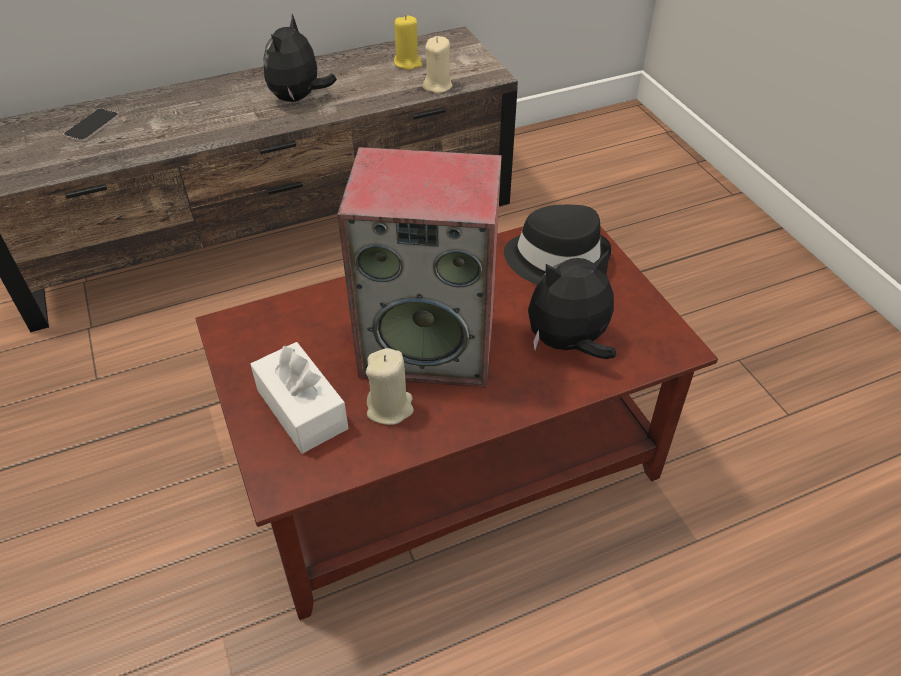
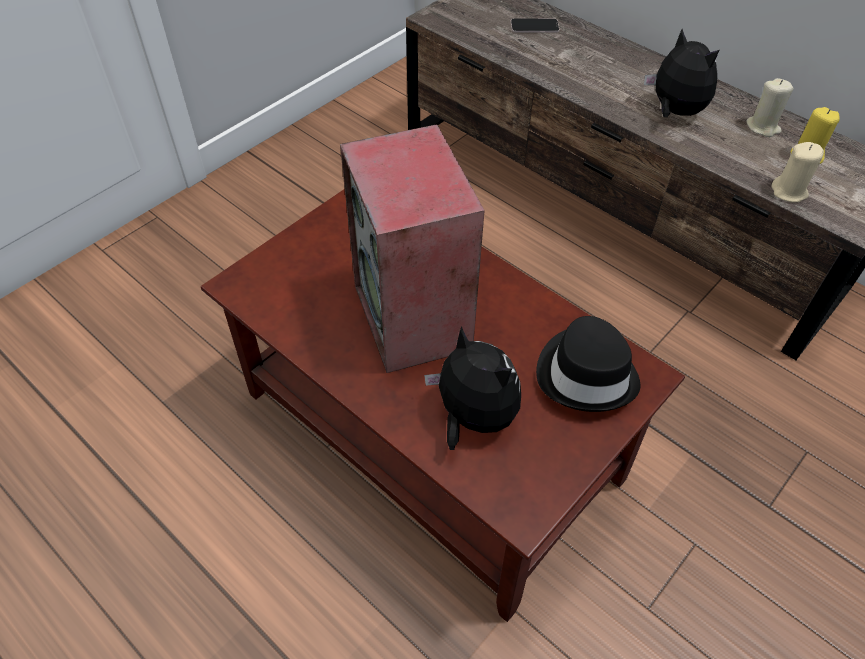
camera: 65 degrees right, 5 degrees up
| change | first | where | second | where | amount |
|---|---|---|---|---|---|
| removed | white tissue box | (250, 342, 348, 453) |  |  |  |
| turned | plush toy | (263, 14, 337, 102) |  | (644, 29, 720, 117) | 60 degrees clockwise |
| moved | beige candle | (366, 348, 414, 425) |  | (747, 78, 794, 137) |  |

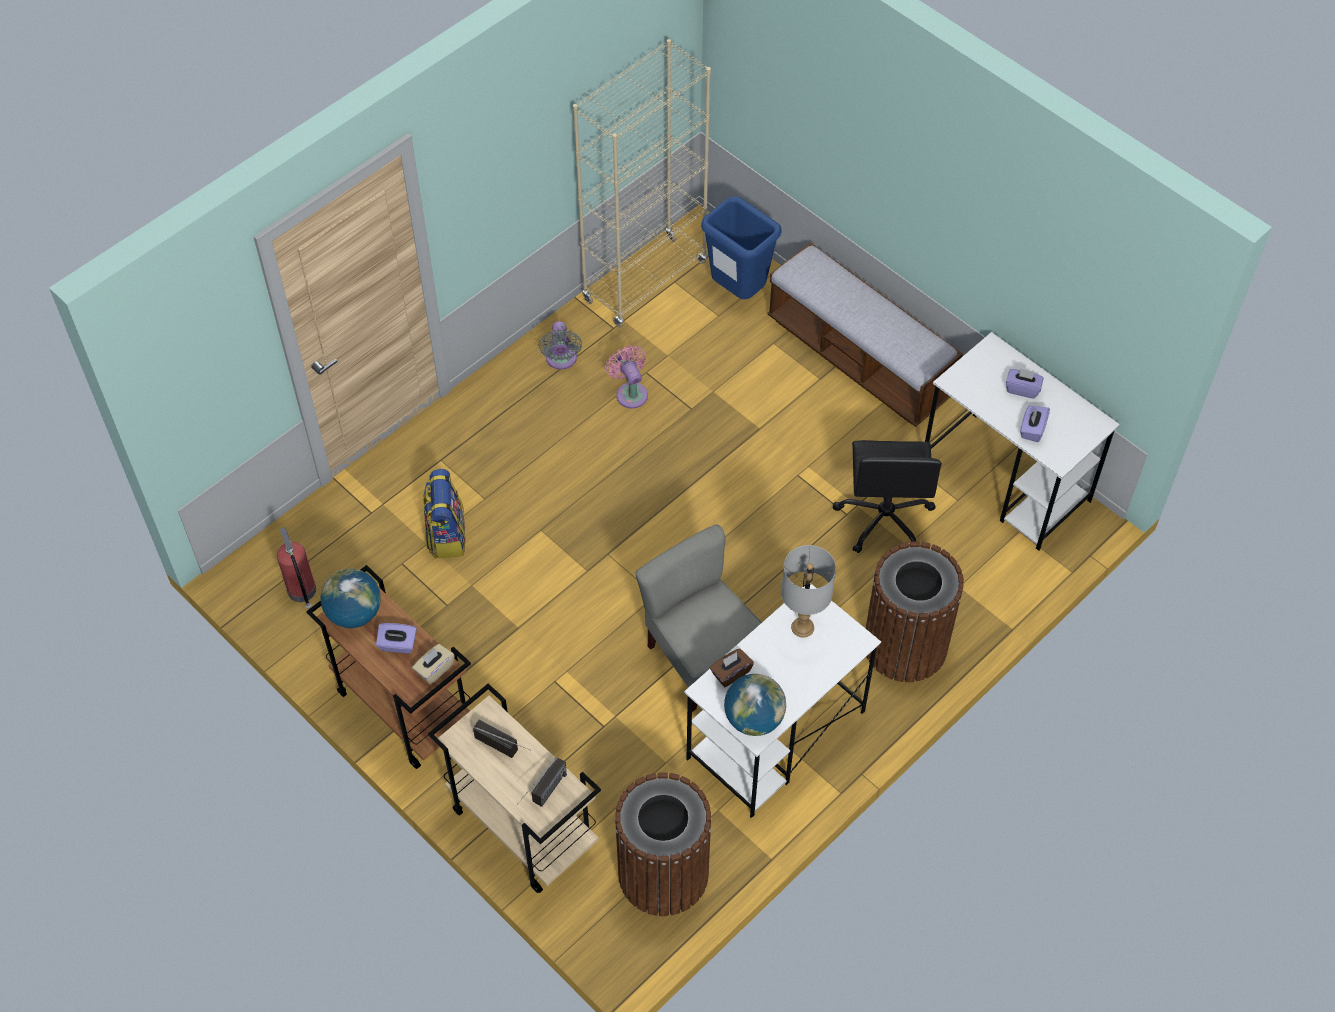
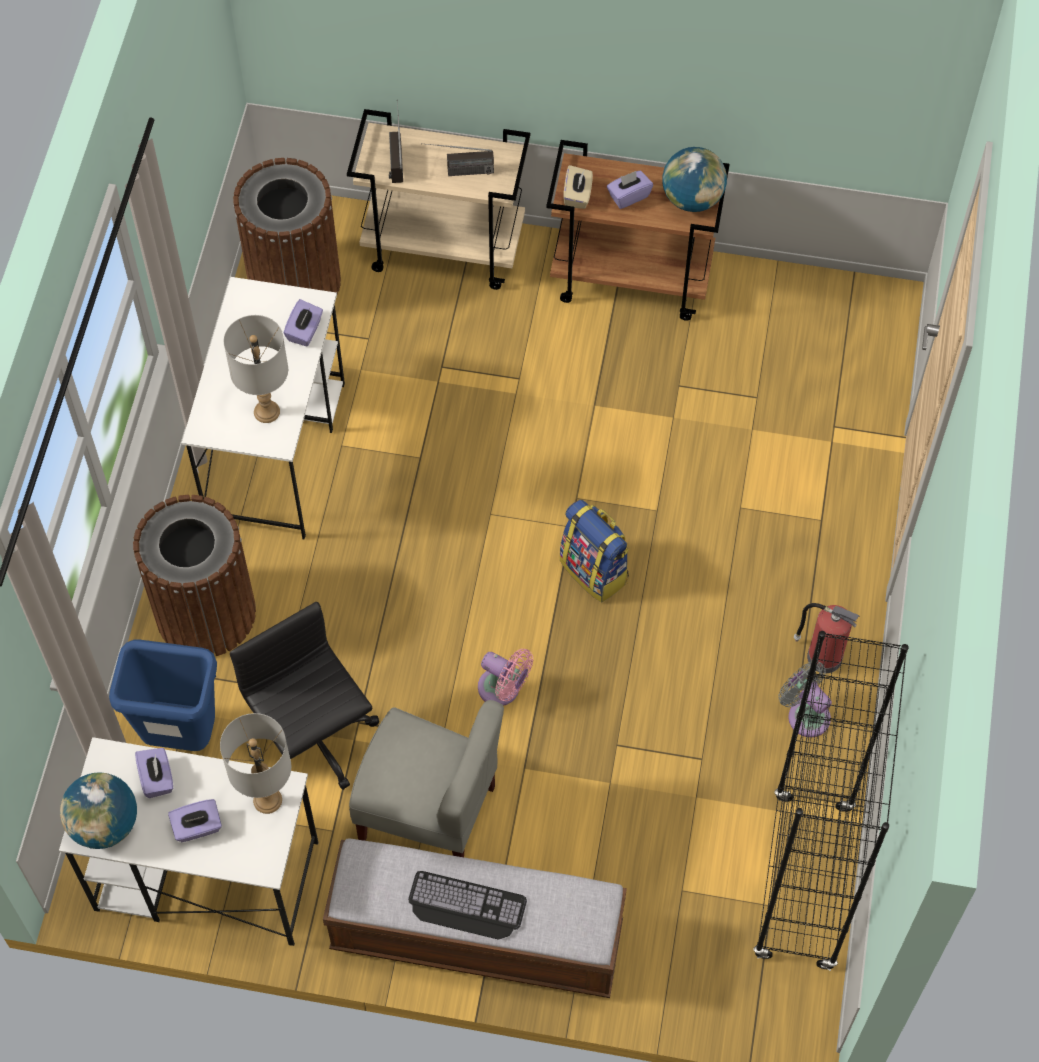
camera: 145 degrees right, 5 degrees up
| change | first | where | second | where | amount |
|---|---|---|---|---|---|
| moved | fire extinguisher | (277, 527, 316, 610) |  | (794, 603, 860, 673) |  |
| moved | backpack | (423, 469, 466, 558) |  | (560, 500, 630, 602) |  |
| recoloured | beige bookcase | (573, 39, 711, 328) | black bookcase | (753, 631, 909, 971) |  |
| moved | pink fan | (606, 346, 648, 408) |  | (478, 649, 533, 706) |  |
| moved | grey chair | (635, 524, 762, 712) |  | (349, 700, 504, 857) |  |
| moved | blue trash can | (701, 196, 782, 299) |  | (109, 640, 217, 751) |  |
| recoloured | brown tissue box | (710, 648, 754, 687) | purple tissue box | (283, 299, 323, 346) |  |
| moved | globe | (724, 674, 786, 736) |  | (60, 772, 137, 849) |  |
| added |  |  | grey table lamp | (220, 713, 291, 814) |  |
| added |  |  | keyboard | (408, 871, 527, 940) |  |

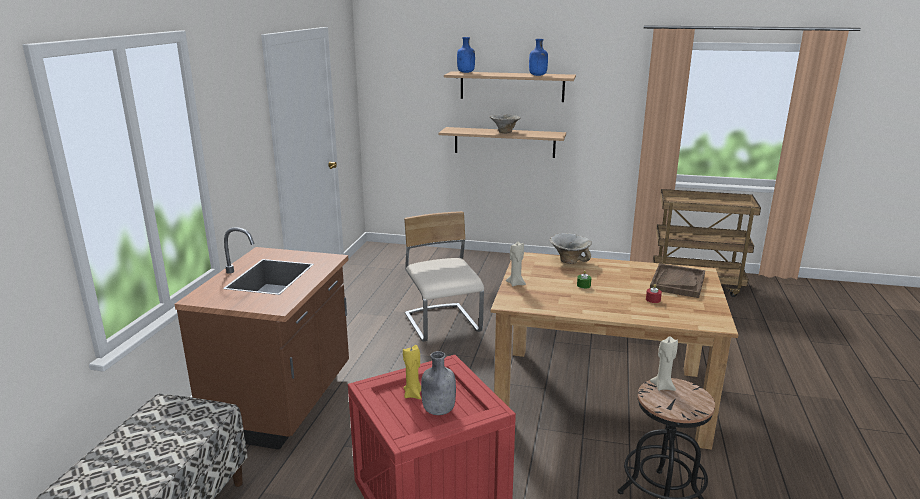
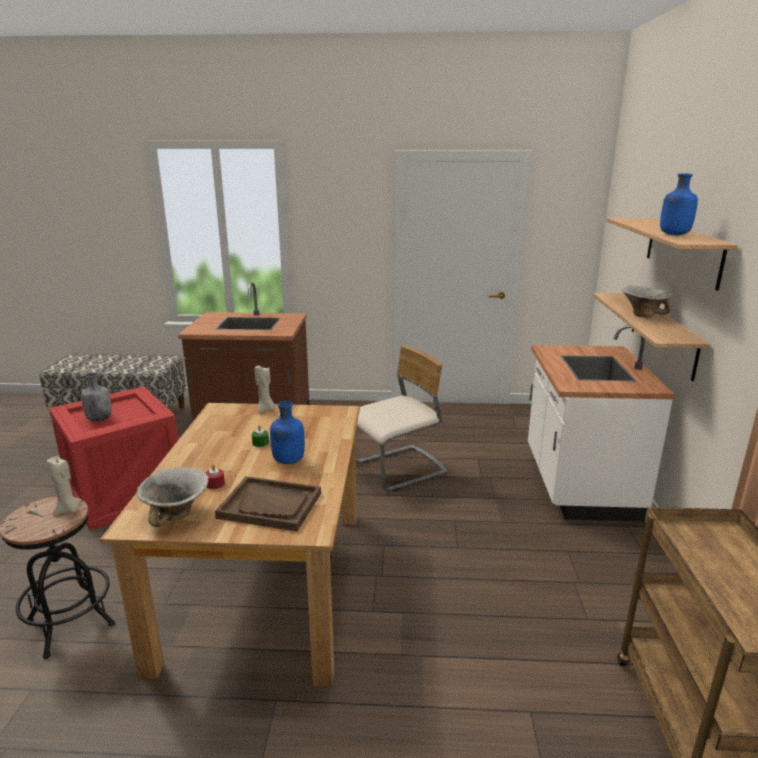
camera: 80 degrees right, 0 degrees up
| change | first | where | second | where | amount |
|---|---|---|---|---|---|
| removed | yellow candle | (403, 345, 421, 399) |  |  |  |
| moved | blue bottle | (457, 37, 475, 73) |  | (270, 401, 305, 464) |  |
| moved | bowl | (549, 233, 592, 264) |  | (136, 467, 209, 527) |  |
| added |  |  | white counter | (528, 325, 675, 522) |  |

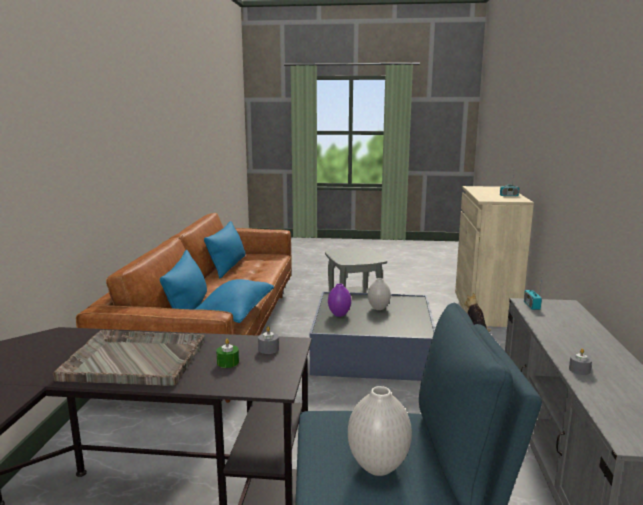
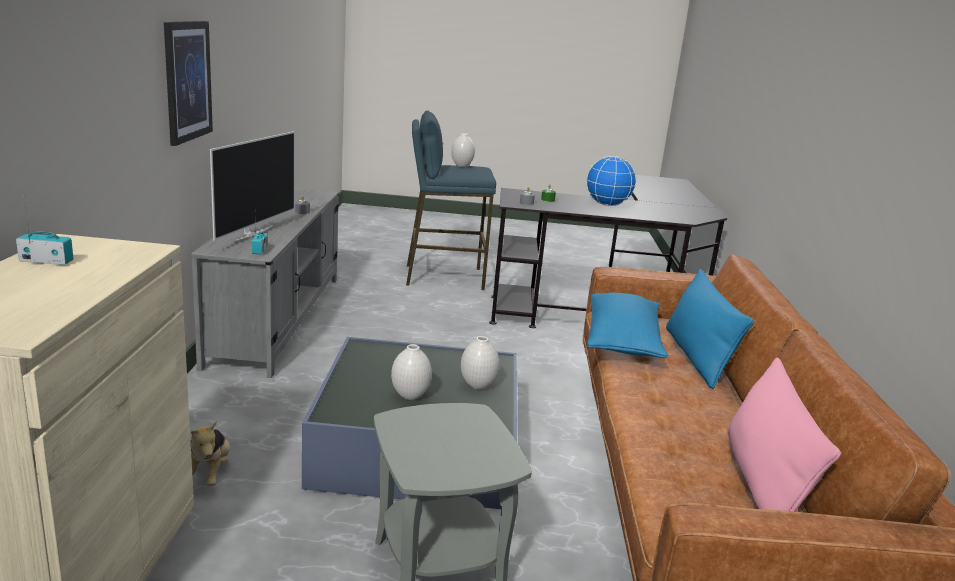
camera: 175 degrees right, 5 degrees up
| change | first | where | second | where | amount |
|---|---|---|---|---|---|
| replaced | grey tray | (53, 330, 205, 386) | globe | (586, 156, 636, 206) |  |
| recoloured | blue pillow | (204, 221, 245, 278) | pink pillow | (727, 357, 841, 512) |  |
| recoloured | purple vase | (328, 283, 351, 317) | white vase | (461, 336, 499, 390) |  |
| added |  |  | picture | (164, 21, 213, 146) |  |
| added |  |  | television | (210, 131, 295, 243) |  |

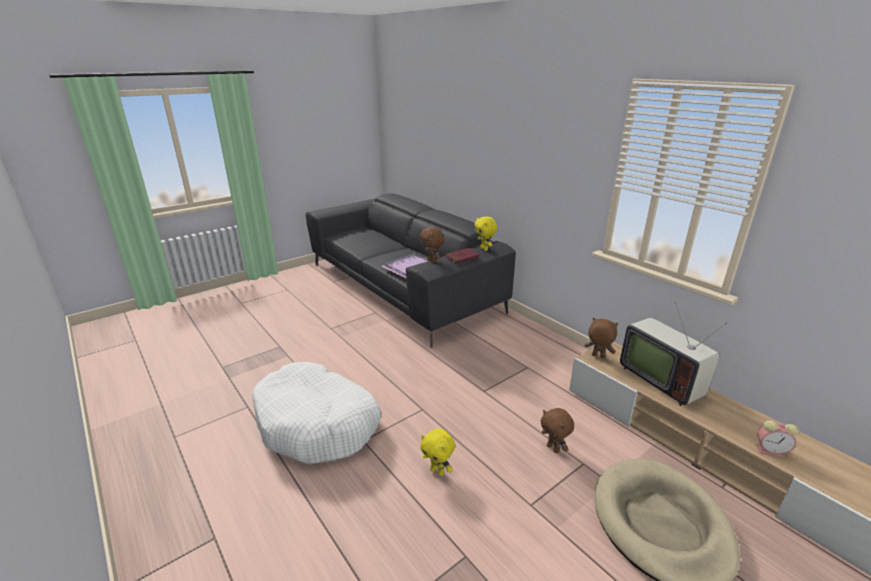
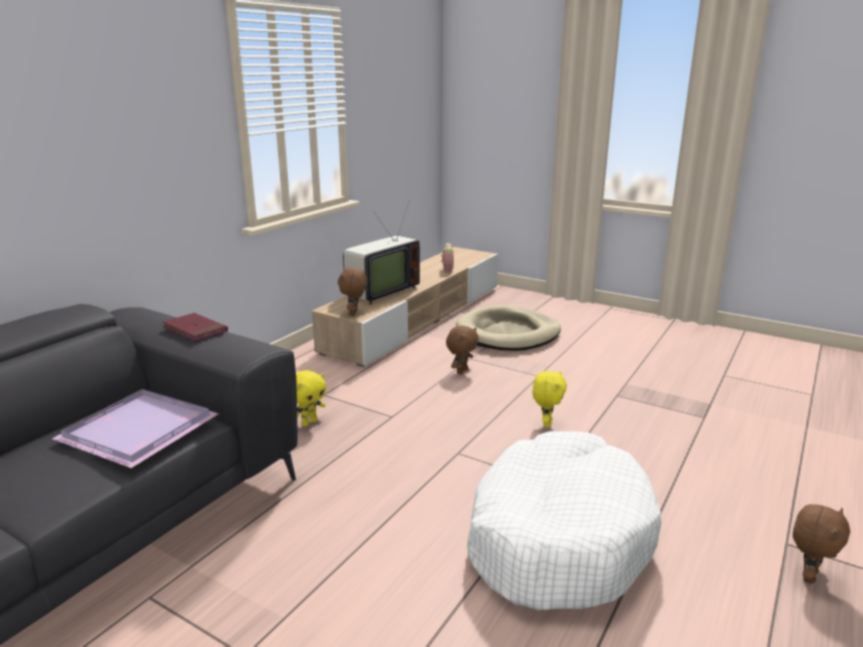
camera: 110 degrees left, 5 degrees down
| change | first | where | second | where | amount |
|---|---|---|---|---|---|
| moved | brown plush toy | (420, 227, 444, 263) |  | (793, 504, 850, 584) |  |
| moved | yellow plush toy | (474, 216, 497, 251) |  | (296, 370, 326, 426) |  |

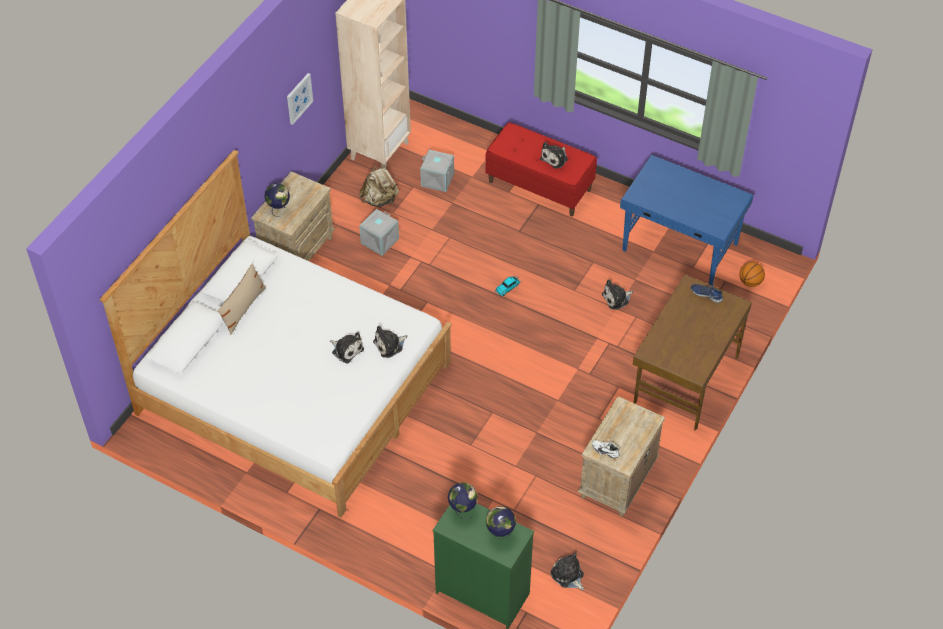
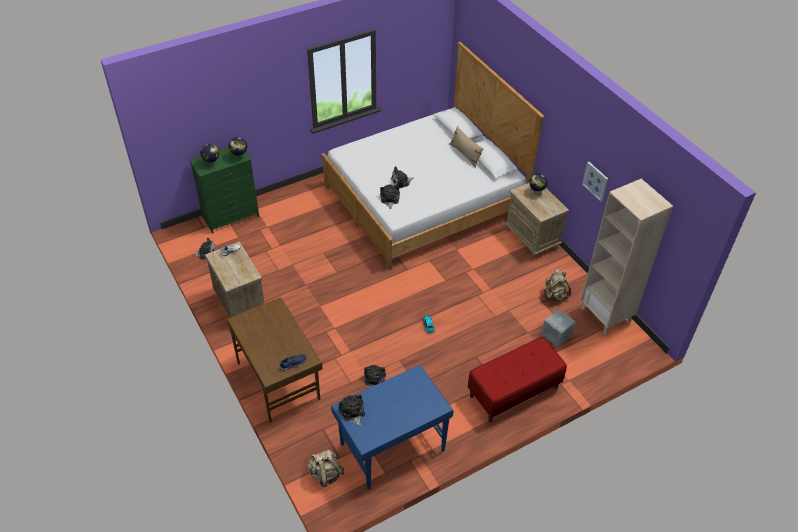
camera: 120 degrees right, 5 degrees down
| change | first | where | second | where | amount |
|---|---|---|---|---|---|
| removed | grey storage box | (359, 209, 399, 256) |  |  |  |
| moved | plush toy | (540, 142, 568, 169) |  | (339, 394, 365, 426) |  |
| replaced | basketball | (739, 262, 765, 287) | beige backpack | (308, 450, 344, 487) |  |

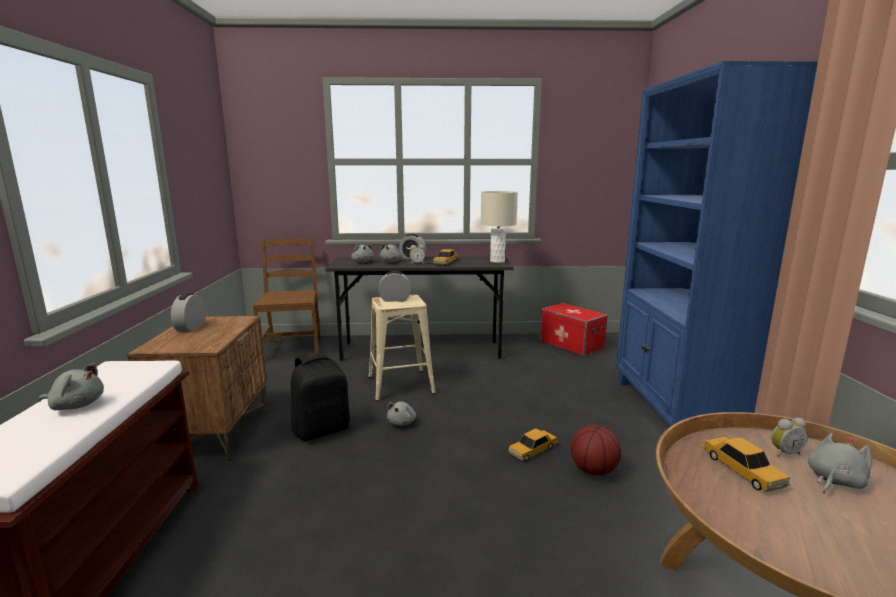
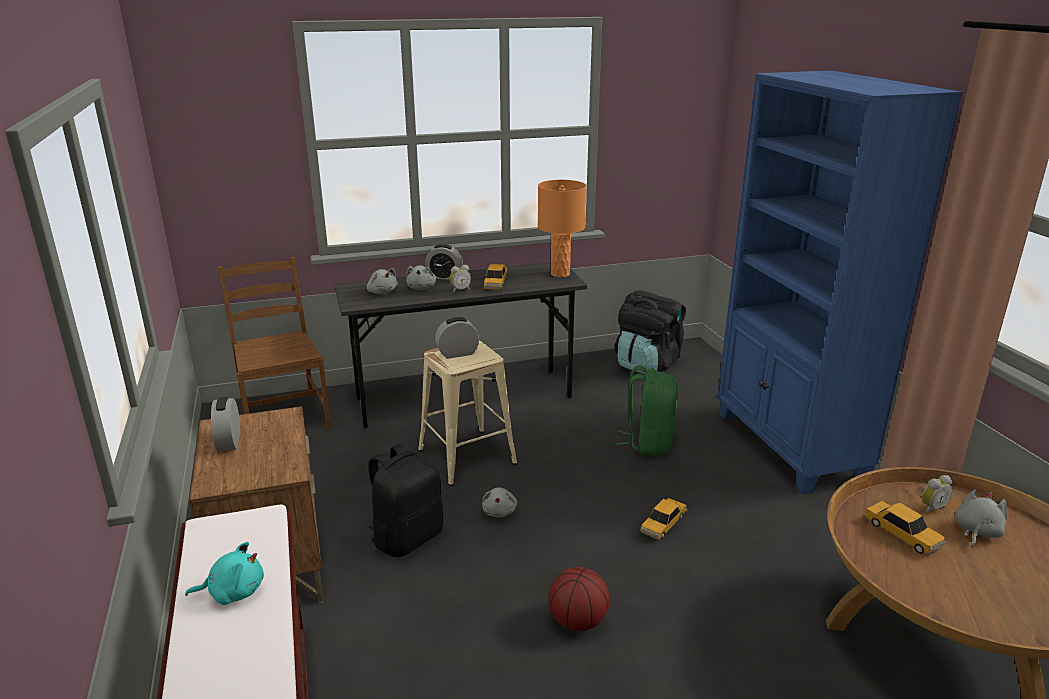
camera: 15 degrees left, 10 degrees up
| change | first | where | second | where | amount |
|---|---|---|---|---|---|
| recoloured | grey plush toy | (38, 363, 104, 410) | turquoise plush toy | (185, 542, 264, 605) |  |
| recoloured | beige table lamp | (481, 191, 518, 263) | orange table lamp | (538, 180, 587, 277) |  |
| replaced | storage box | (540, 303, 608, 356) | black backpack | (614, 290, 686, 374) |  |
| moved | basketball | (571, 425, 621, 476) |  | (548, 567, 610, 631) |  |
| added |  |  | green backpack | (616, 365, 678, 456) |  |

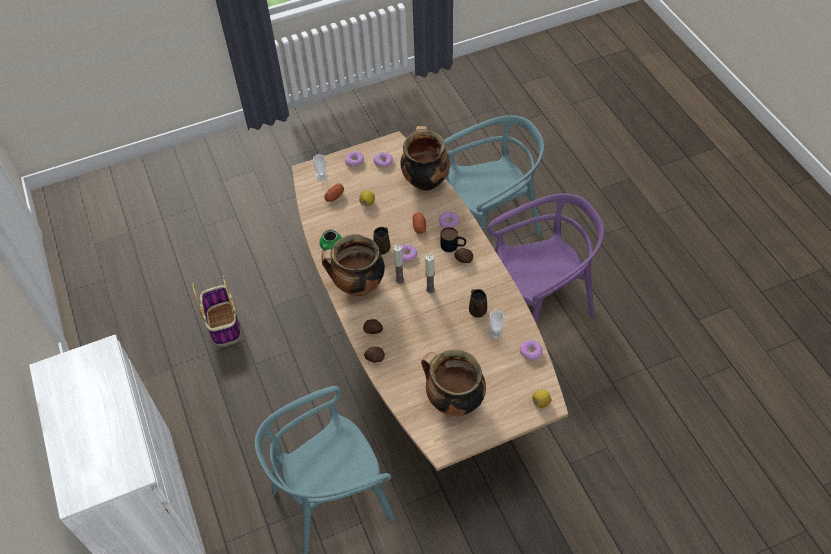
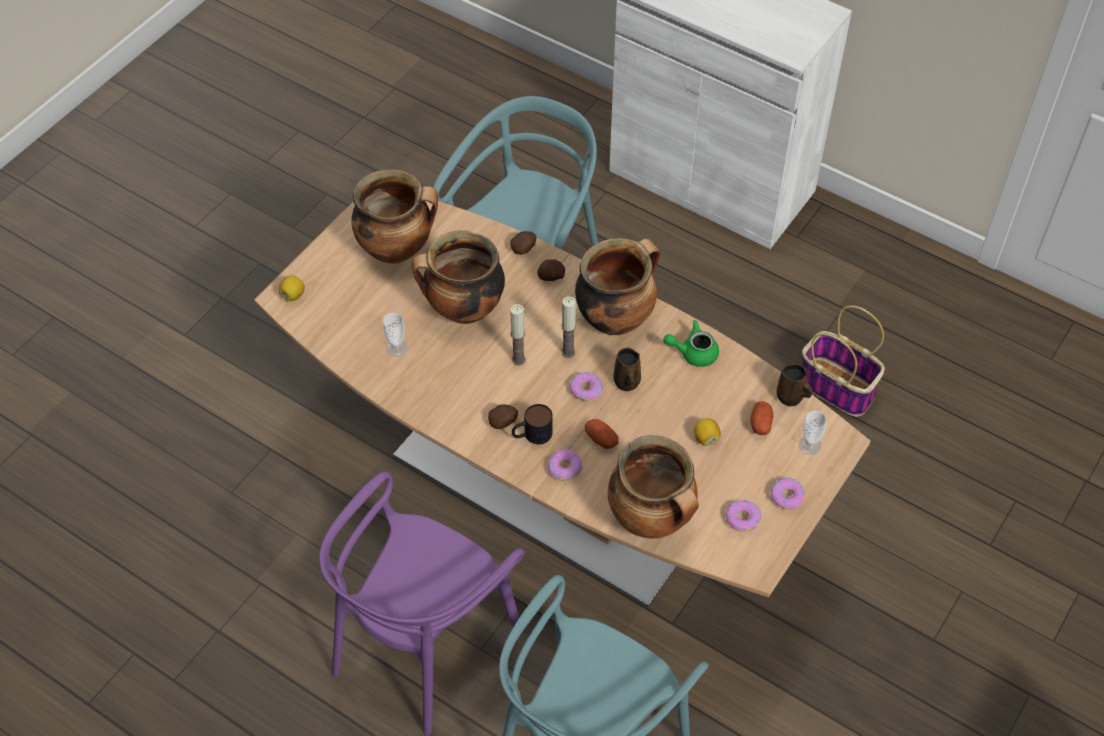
camera: 145 degrees right, 0 degrees up
| change | first | where | second | where | amount |
|---|---|---|---|---|---|
| moved | brown mug | (469, 289, 487, 318) |  | (776, 364, 813, 407) |  |
| removed | donut | (520, 340, 543, 361) |  |  |  |
| added |  |  | cooking pot | (412, 230, 505, 324) |  |

